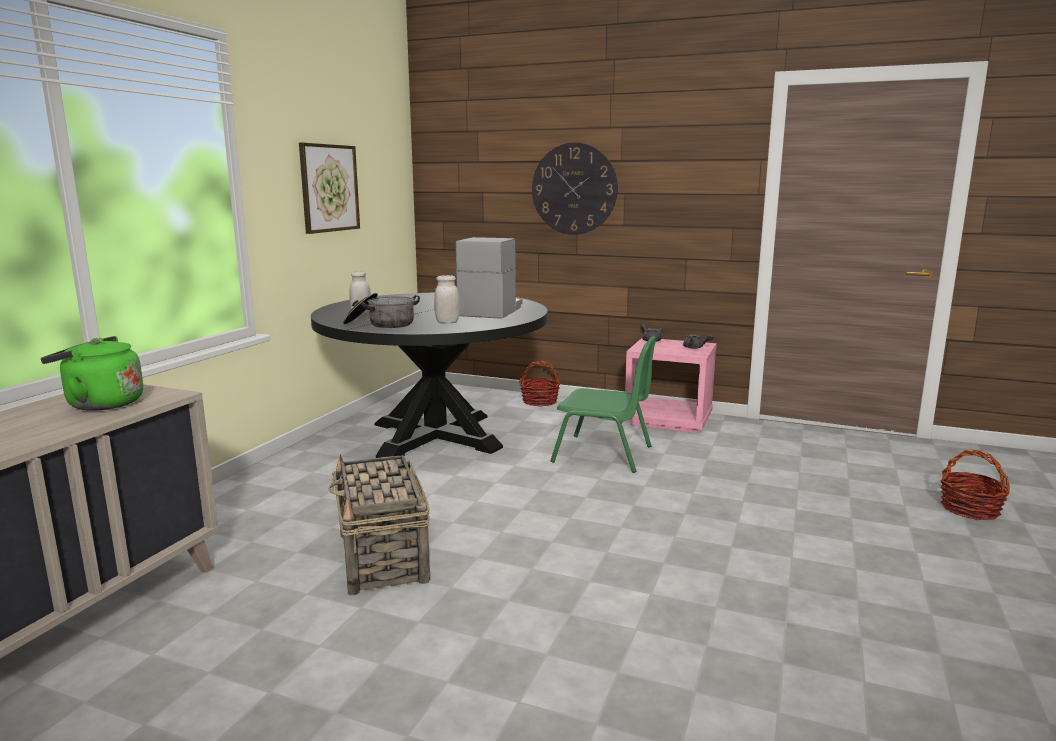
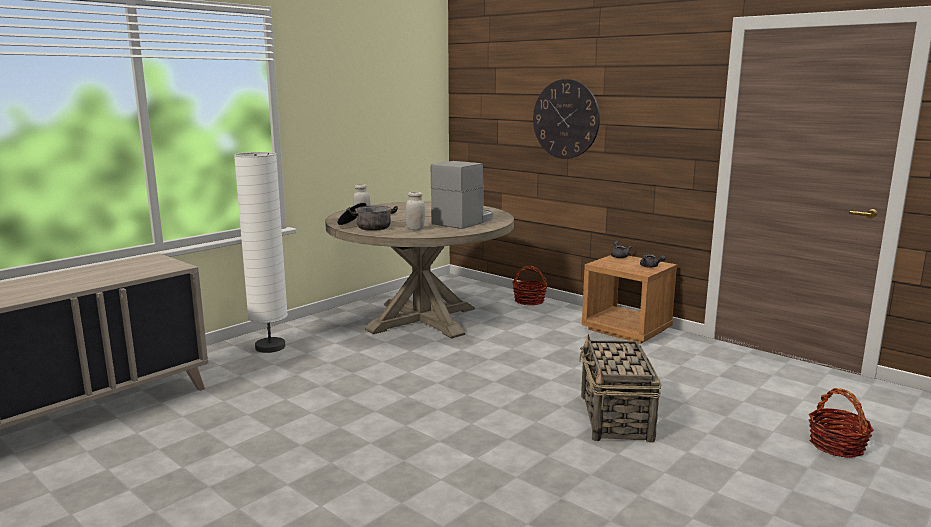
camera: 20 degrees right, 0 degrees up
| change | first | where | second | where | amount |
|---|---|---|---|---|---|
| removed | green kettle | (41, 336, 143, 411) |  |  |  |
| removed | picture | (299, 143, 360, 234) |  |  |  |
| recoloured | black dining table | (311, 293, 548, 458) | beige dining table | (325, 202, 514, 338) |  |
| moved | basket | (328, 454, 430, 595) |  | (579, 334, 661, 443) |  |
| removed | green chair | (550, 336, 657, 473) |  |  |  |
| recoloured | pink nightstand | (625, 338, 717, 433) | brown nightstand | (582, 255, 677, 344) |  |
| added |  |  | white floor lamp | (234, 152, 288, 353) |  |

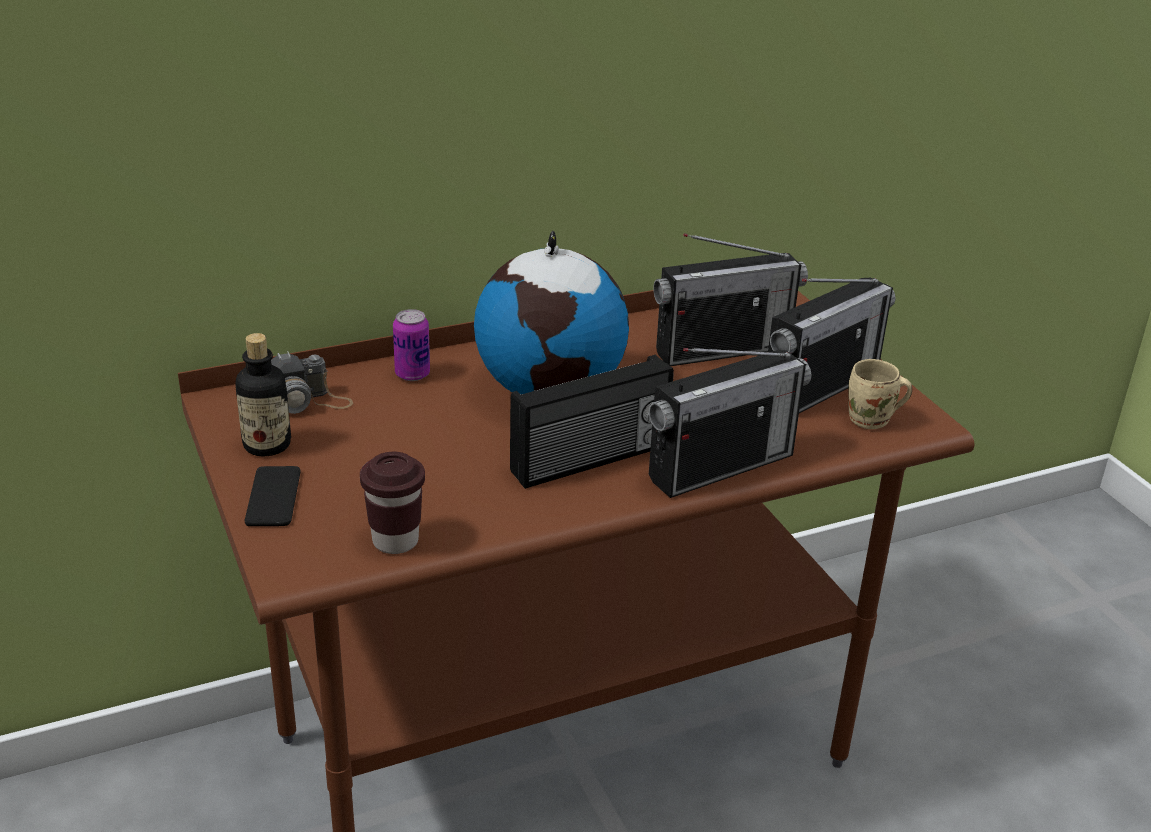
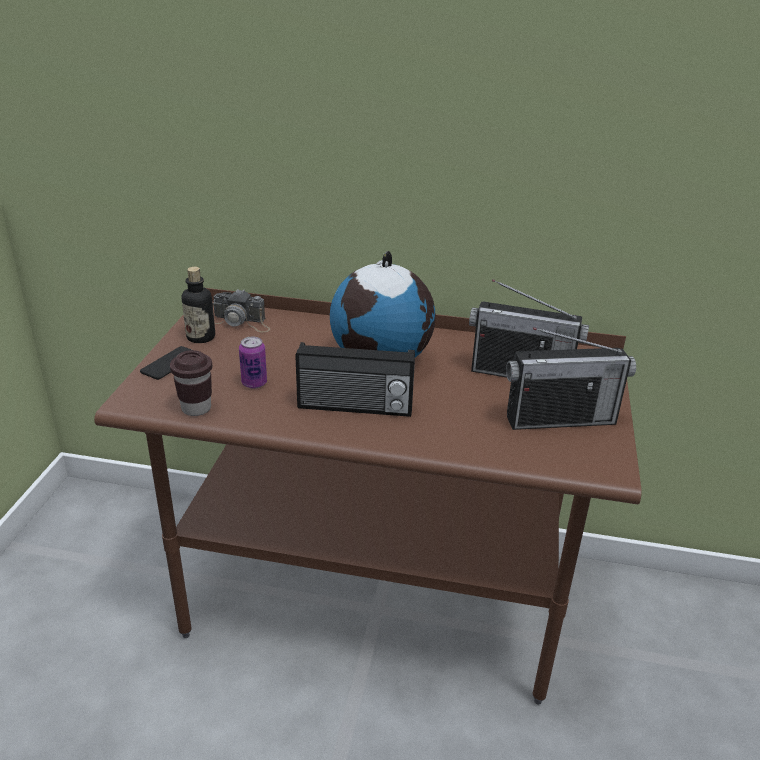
camera: 35 degrees right, 0 degrees up
| change | first | where | second | where | amount |
|---|---|---|---|---|---|
| moved | can | (393, 309, 430, 381) |  | (239, 337, 267, 389) |  |
| removed | radio | (649, 348, 811, 498) |  |  |  |
| removed | beige mug | (848, 359, 912, 429) |  |  |  |

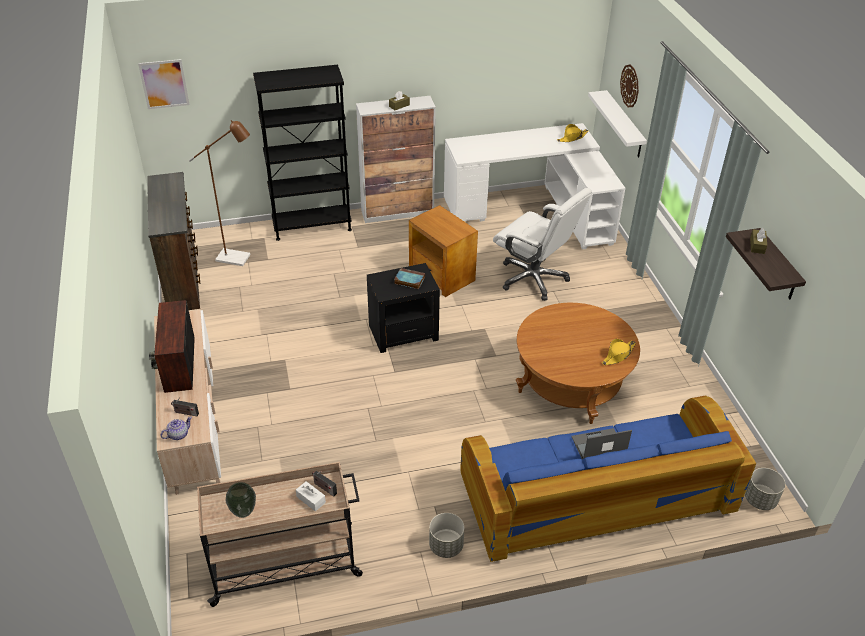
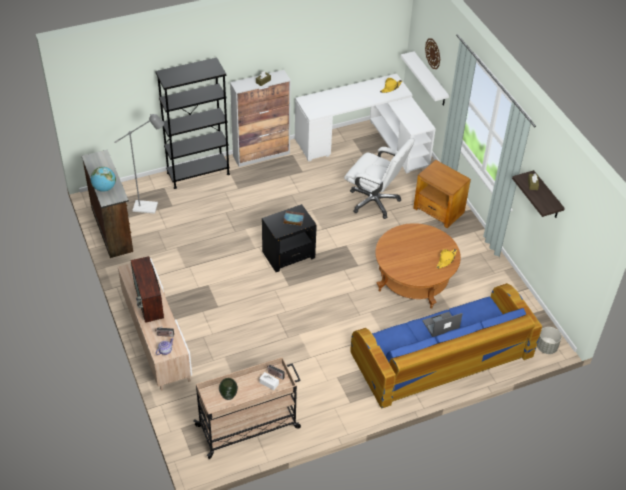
camera: 10 degrees left, 5 degrees up
| change | first | where | second | where | amount |
|---|---|---|---|---|---|
| removed | picture | (138, 59, 190, 109) |  |  |  |
| recoloured | brown floor lamp | (189, 120, 251, 266) | grey floor lamp | (114, 114, 164, 214) |  |
| moved | brown side table | (409, 205, 478, 297) |  | (413, 160, 471, 228) |  |
| removed | grey planter | (429, 513, 464, 558) |  |  |  |
| added |  |  | globe | (91, 167, 116, 192) |  |

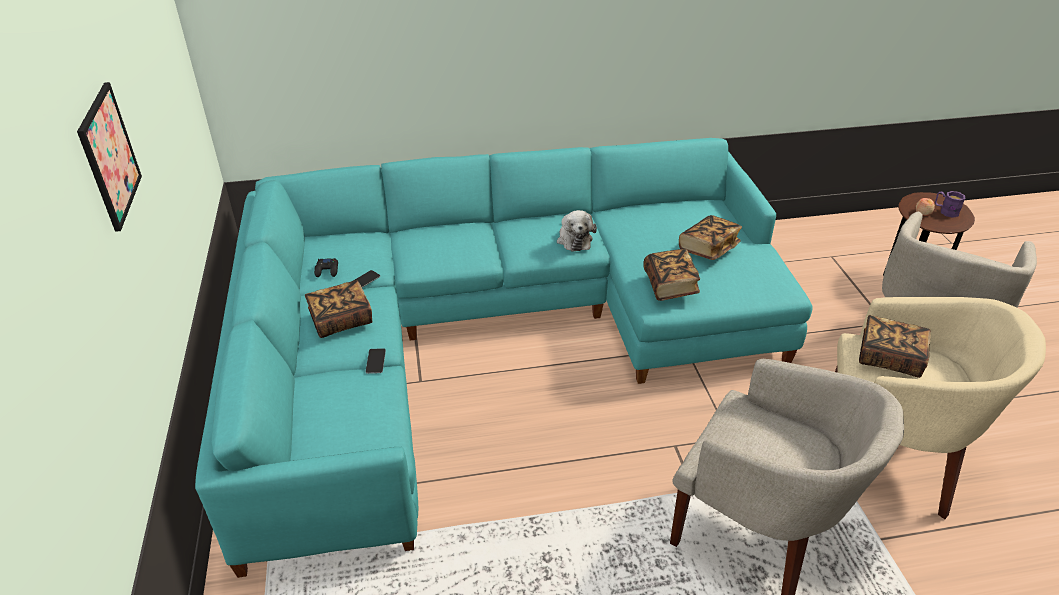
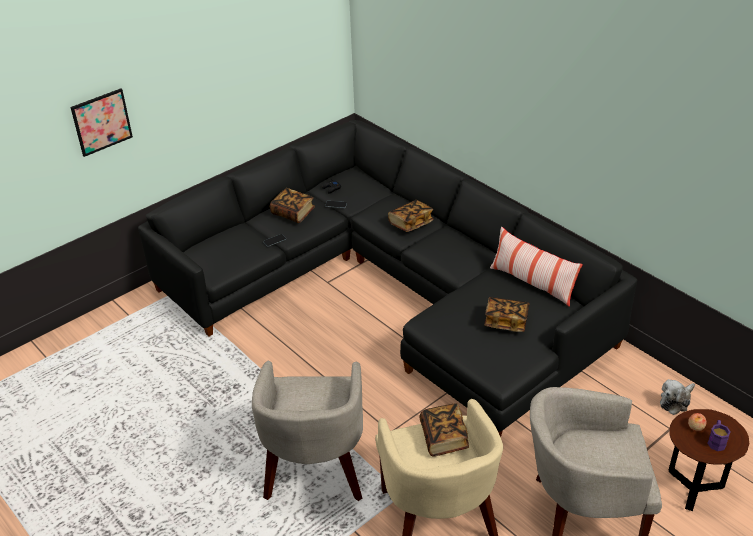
camera: 60 degrees right, 0 degrees up
| change | first | where | second | where | amount |
|---|---|---|---|---|---|
| moved | picture | (77, 82, 142, 232) |  | (70, 88, 133, 157) |  |
| recoloured | turquoise sofa | (195, 138, 813, 578) | black sofa | (138, 120, 637, 437) |  |
| moved | plush toy | (557, 210, 597, 252) |  | (660, 379, 695, 415) |  |
| moved | book | (643, 249, 700, 301) |  | (388, 200, 434, 232) |  |
| added |  |  | pillow | (490, 227, 583, 307) |  |

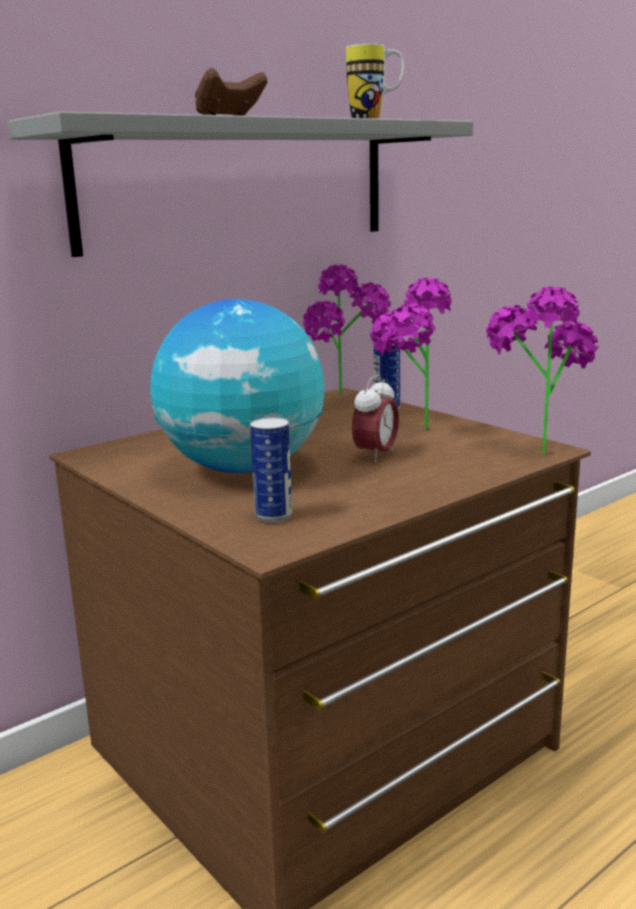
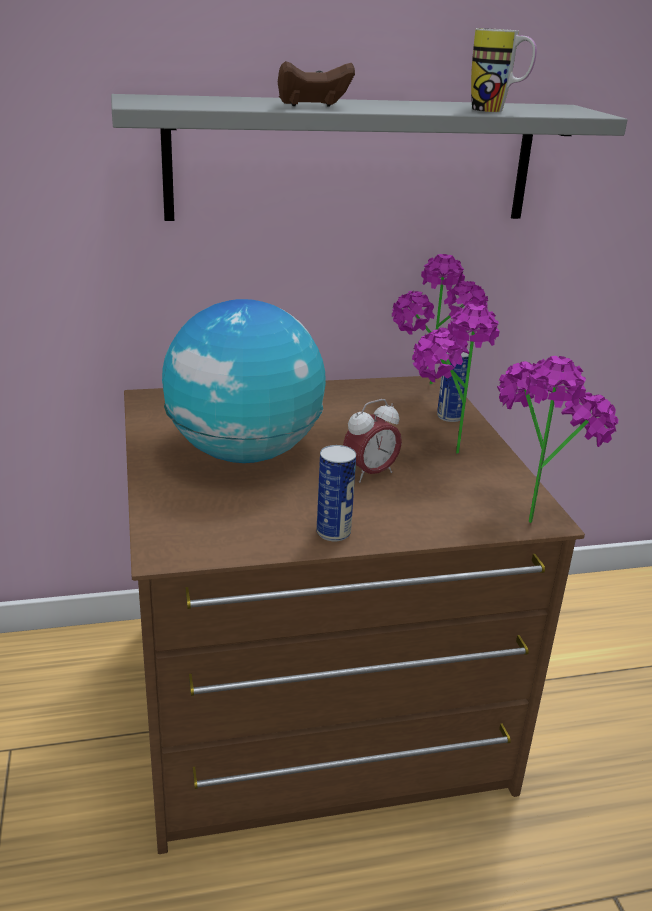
camera: 25 degrees right, 10 degrees up
| change | first | where | second | where | amount |
|---|---|---|---|---|---|
| moved | can | (250, 417, 292, 523) |  | (316, 445, 356, 541) |  |

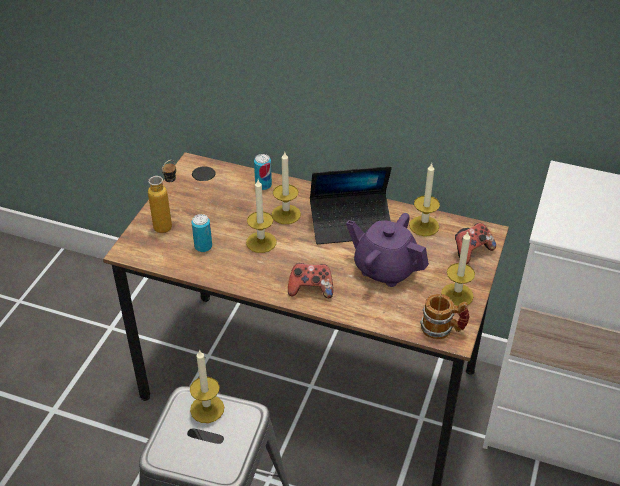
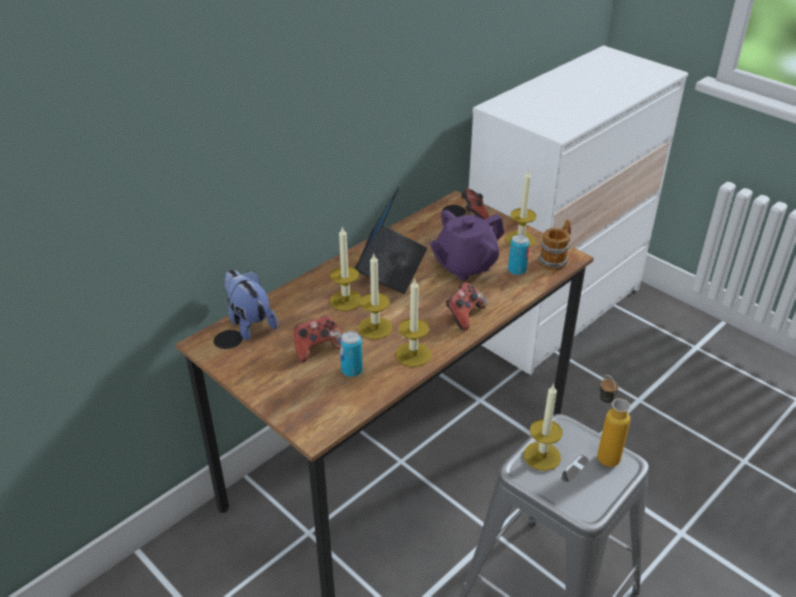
camera: 65 degrees left, 5 degrees down
| change | first | where | second | where | amount |
|---|---|---|---|---|---|
| moved | bottle | (148, 160, 176, 233) |  | (597, 375, 631, 467) |  |
| moved | can | (254, 154, 272, 190) |  | (508, 235, 530, 275) |  |
| moved | candle | (409, 163, 440, 236) |  | (396, 278, 431, 367) |  |
| added |  |  | plush toy | (223, 270, 278, 341) |  |
| added |  |  | game controller | (294, 316, 342, 362) |  |

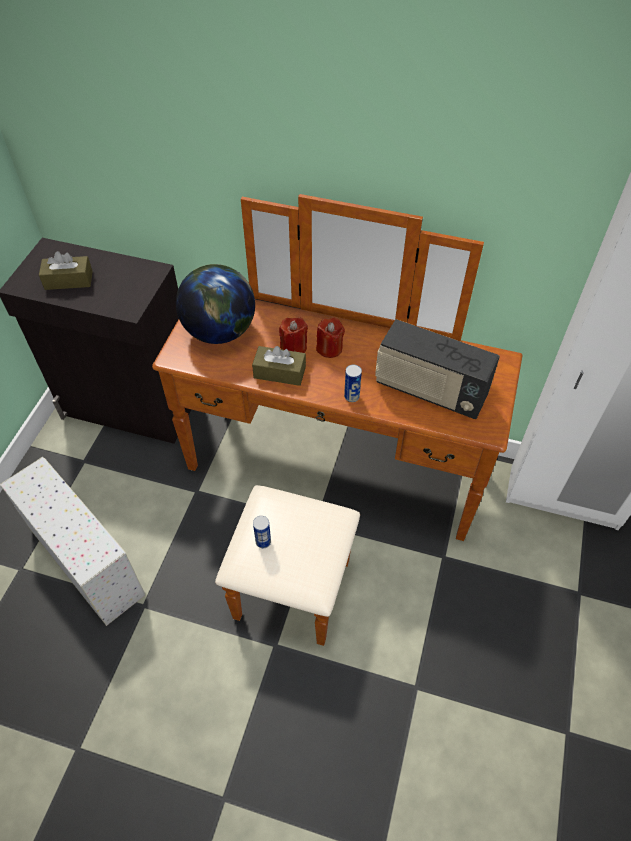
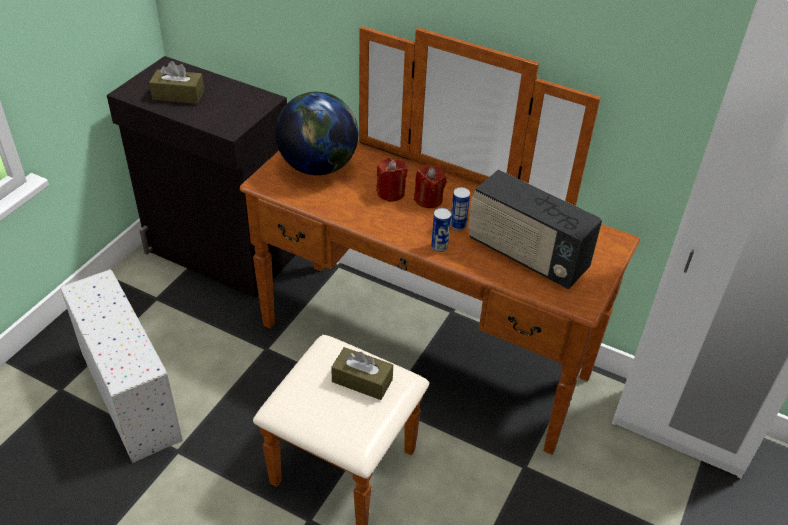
camera: 10 degrees right, 10 degrees down
| change | first | where | second | where | amount |
|---|---|---|---|---|---|
| moved | brown tissue box | (252, 346, 306, 386) |  | (331, 347, 393, 400) |  |
| moved | can | (253, 516, 271, 548) |  | (450, 187, 470, 231) |  |

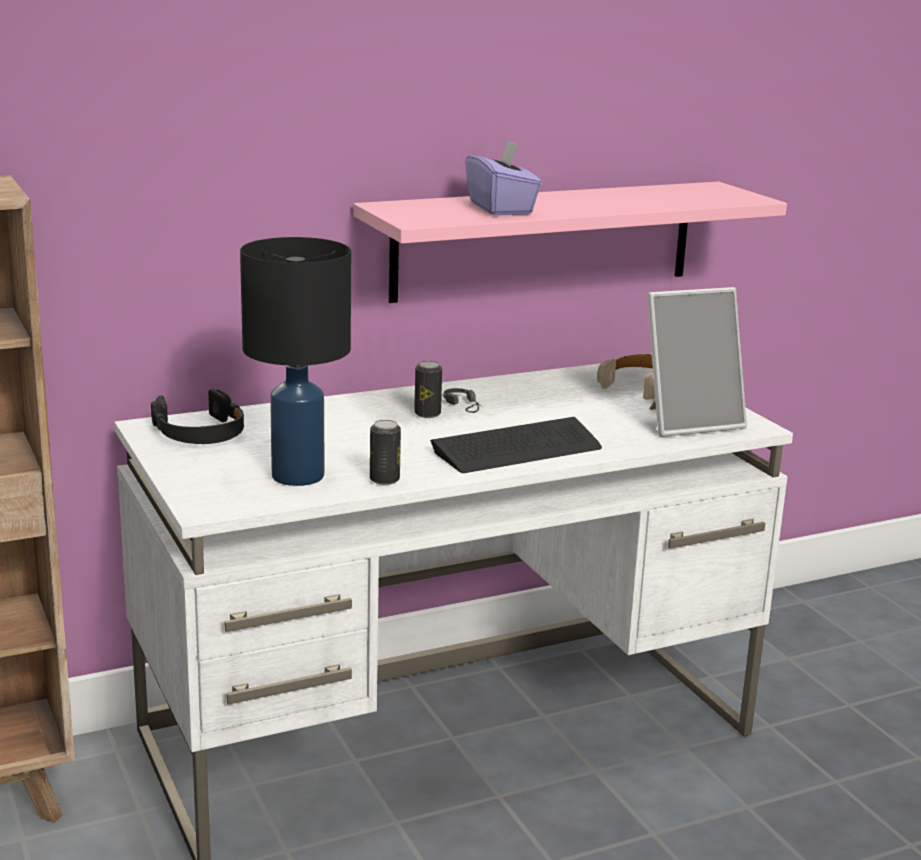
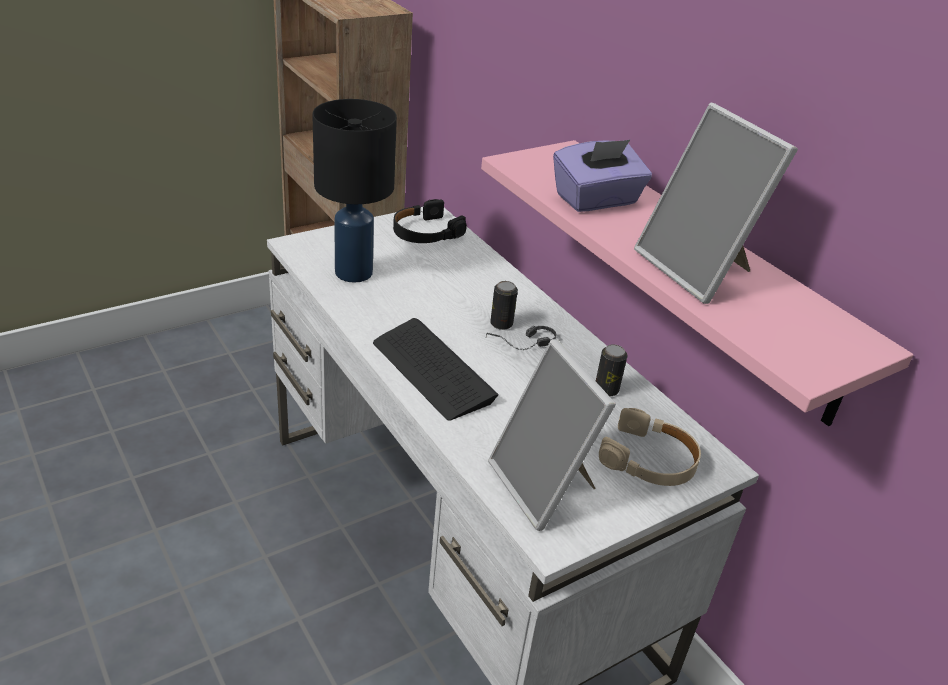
camera: 80 degrees right, 15 degrees up
| change | first | where | second | where | amount |
|---|---|---|---|---|---|
| moved | can | (370, 420, 401, 485) |  | (596, 344, 627, 397) |  |
| added |  |  | picture frame | (634, 103, 798, 304) |  |

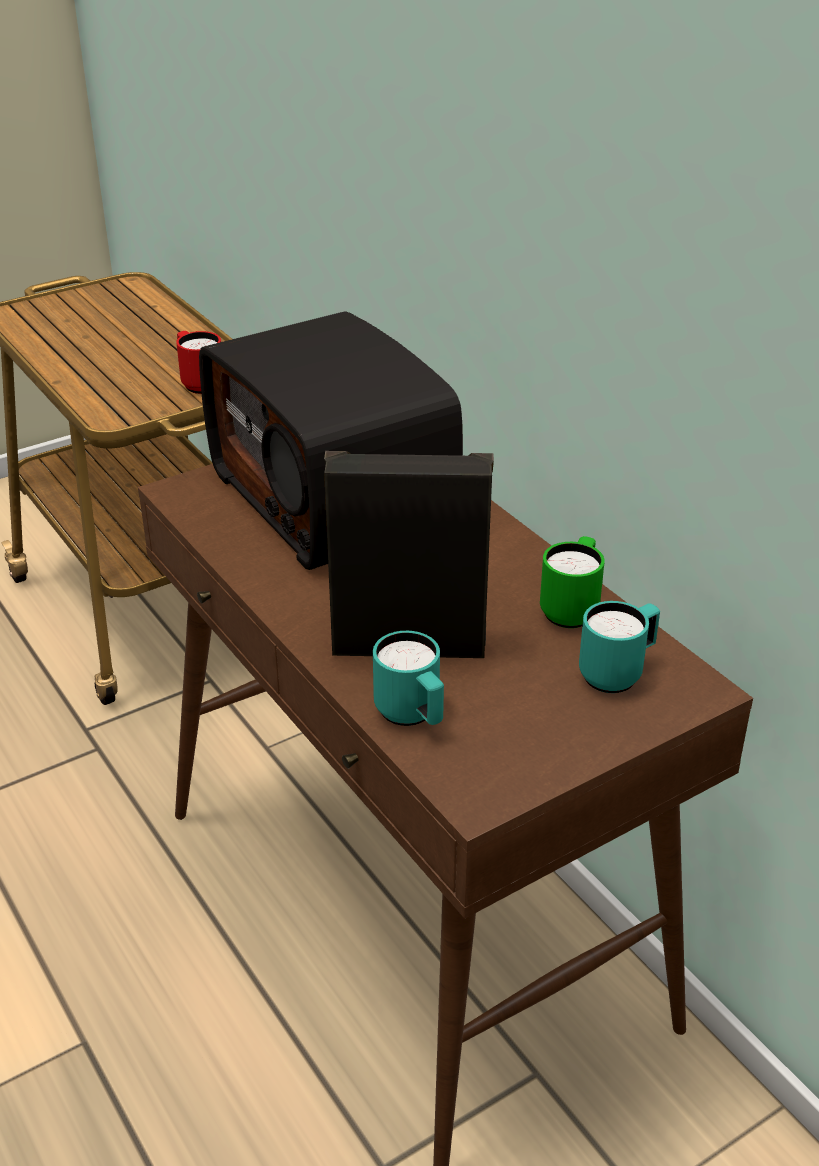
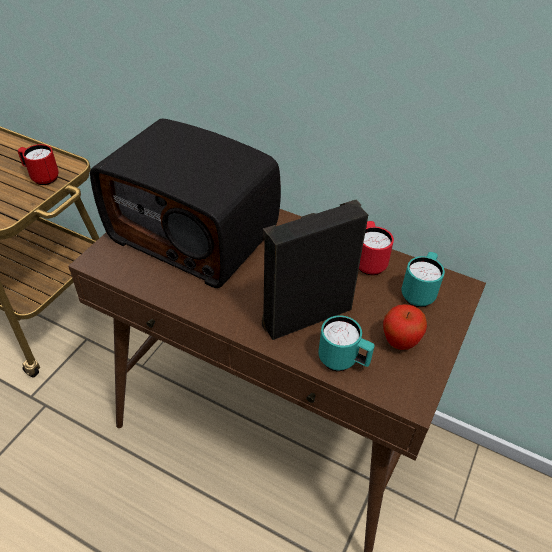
camera: 30 degrees left, 10 degrees up
| change | first | where | second | where | amount |
|---|---|---|---|---|---|
| recoloured | green mug | (540, 536, 604, 628) | red mug | (359, 221, 394, 275) |  |
| added |  |  | apple | (383, 304, 427, 350) |  |

